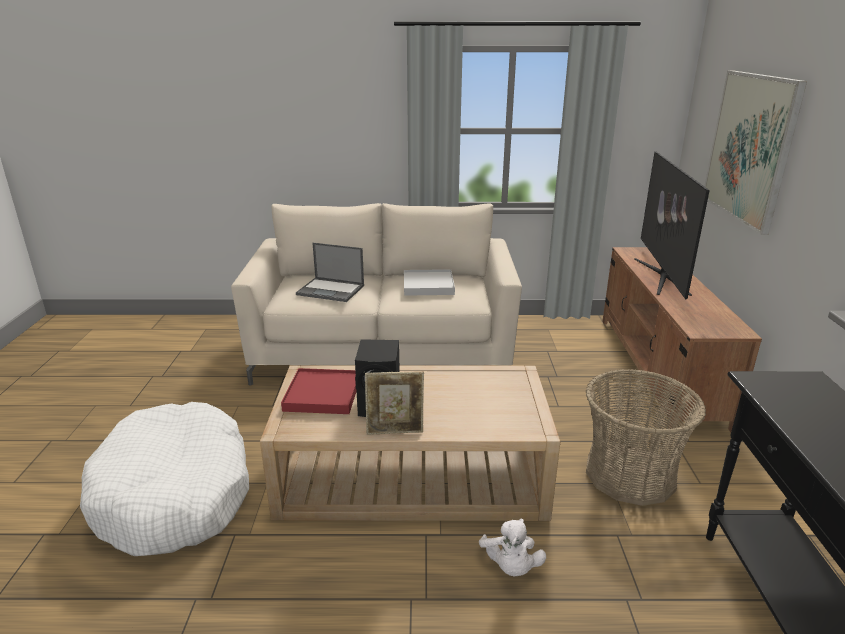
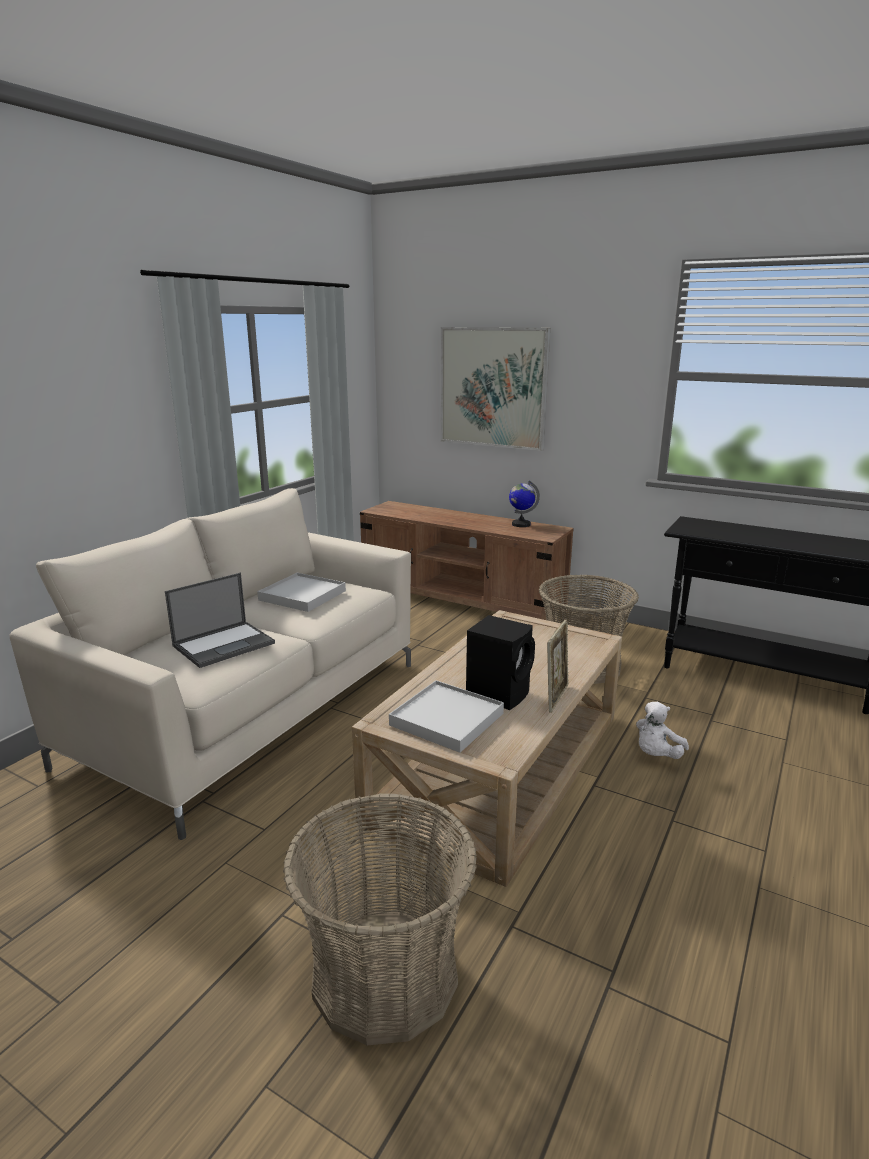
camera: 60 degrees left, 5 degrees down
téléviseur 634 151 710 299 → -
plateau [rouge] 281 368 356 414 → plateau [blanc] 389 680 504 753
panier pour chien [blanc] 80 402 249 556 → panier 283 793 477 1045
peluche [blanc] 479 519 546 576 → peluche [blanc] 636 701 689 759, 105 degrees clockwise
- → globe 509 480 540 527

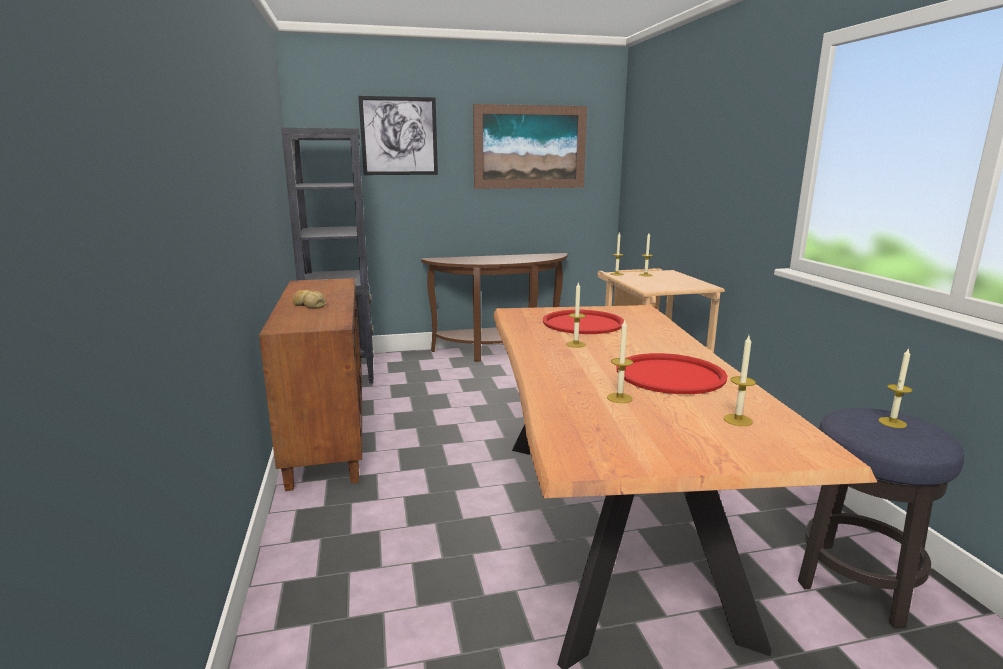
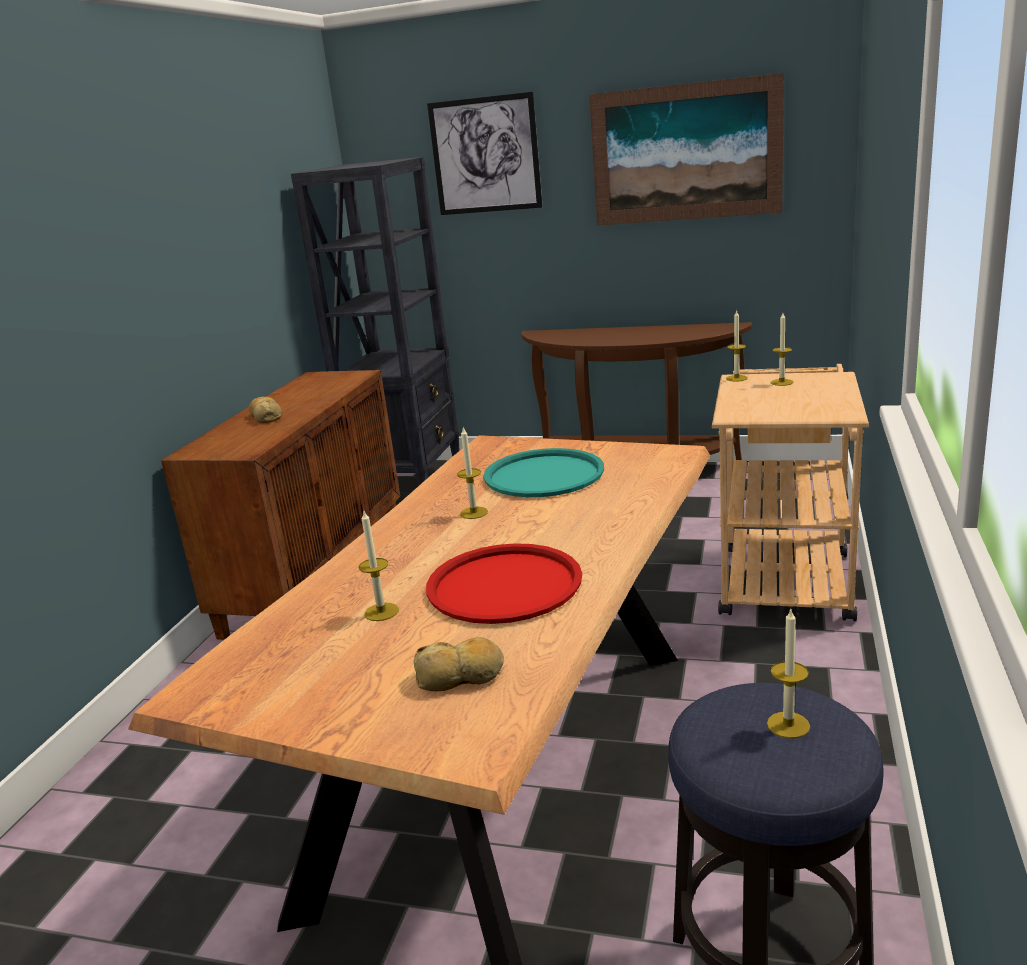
camera: 30 degrees right, 5 degrees up
plateau [rouge] 543 310 624 334 → plateau [turquoise] 483 448 604 497
bougie 724 336 756 426 → pain 414 637 504 691

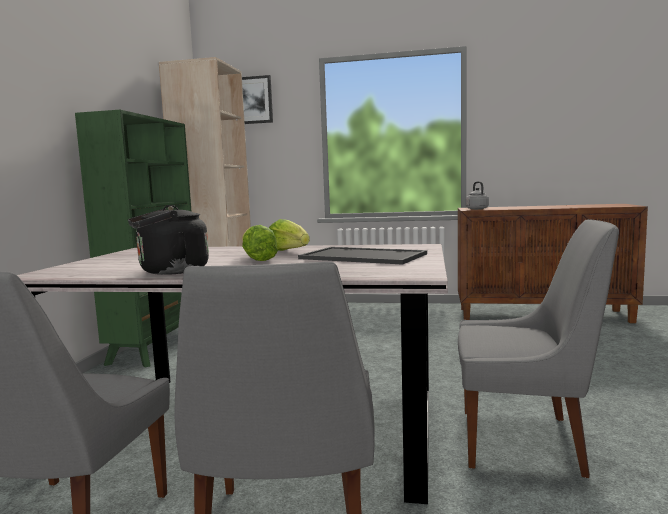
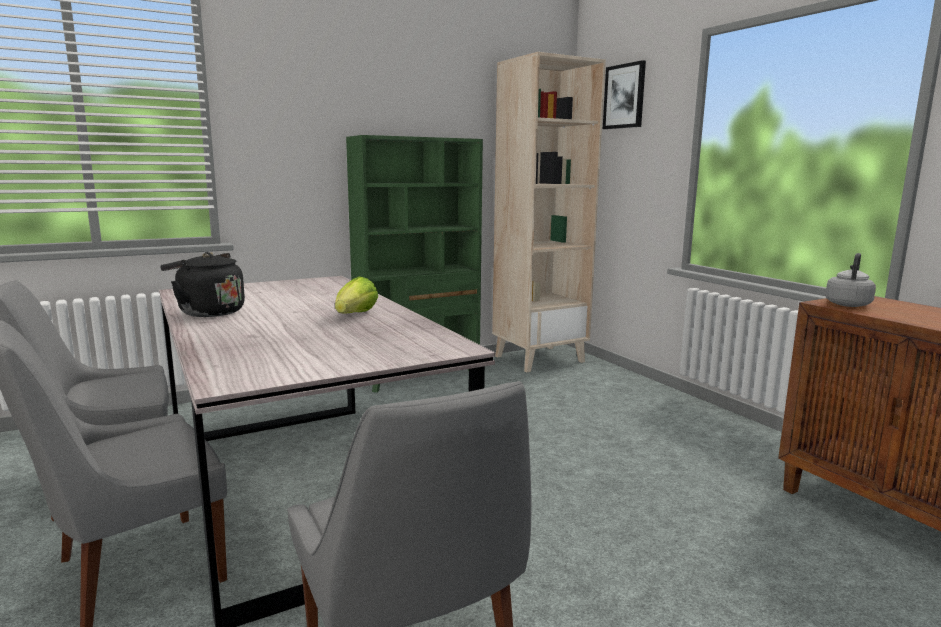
camera: 50 degrees right, 5 degrees up
laitue 242 225 278 261 → -
plateau 298 247 427 265 → -

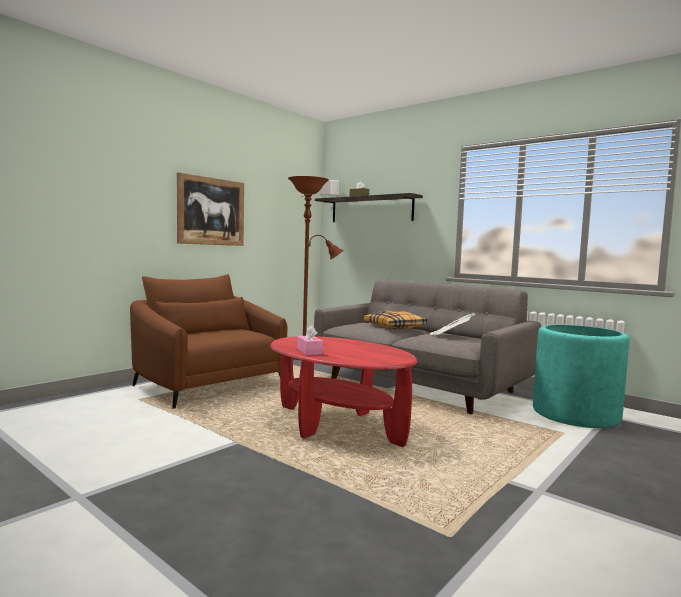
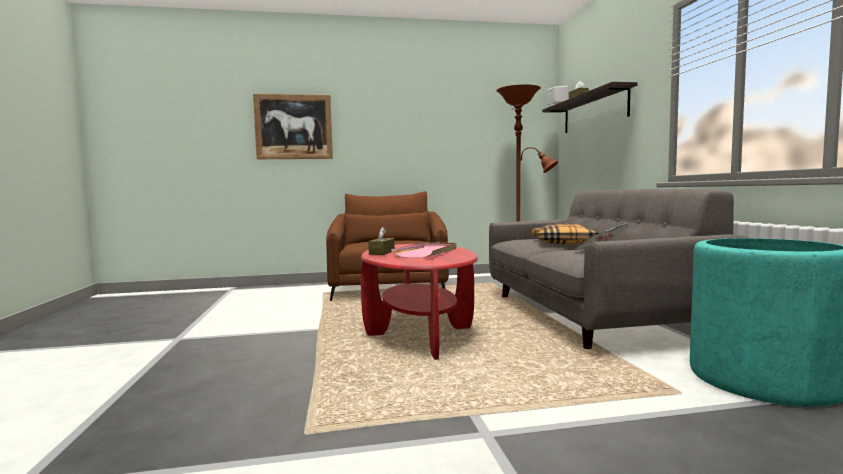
camera: 40 degrees right, 0 degrees up
tableau 177 172 244 246 → tableau 253 94 333 159, moved
boîte à mouchoirs [rose] 297 325 323 355 → boîte à mouchoirs [marron] 368 227 395 255
- → plateau [rose] 391 242 456 258

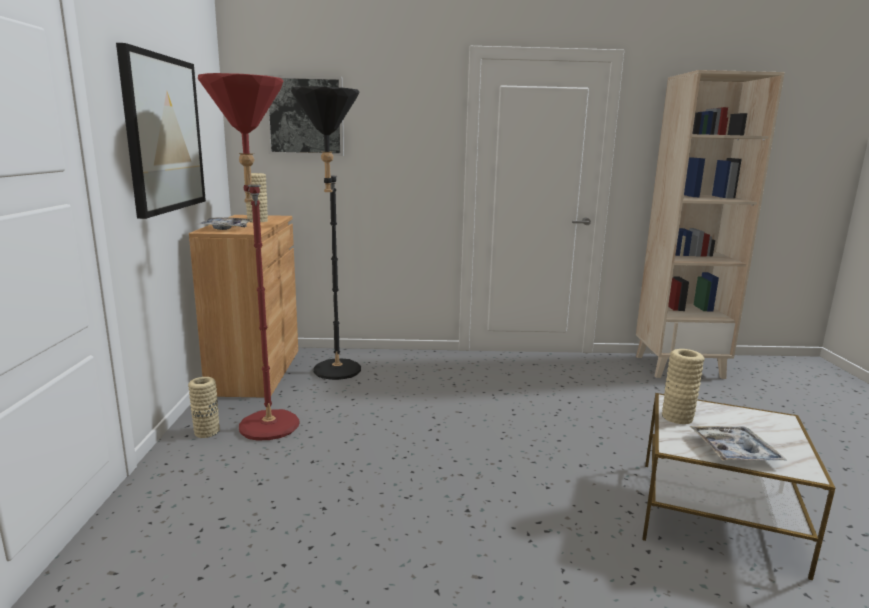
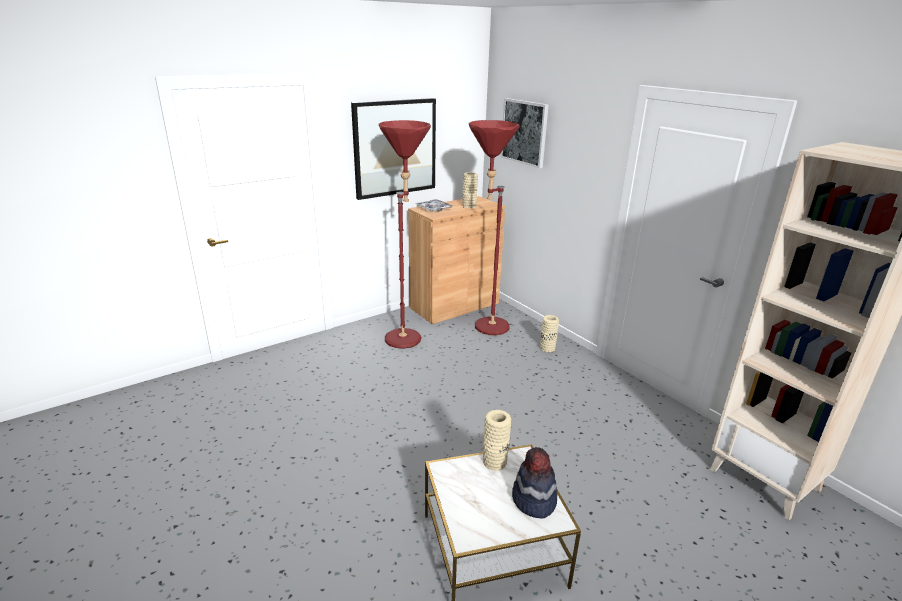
camera: 55 degrees right, 10 degrees up
lampadaire [noir] 291 86 361 380 → lampadaire [rouge] 469 120 520 335
vase [beige] 188 377 220 438 → vase [beige] 540 315 559 353, moved
plateau 690 426 787 461 → -
- → chapeau 512 447 557 519

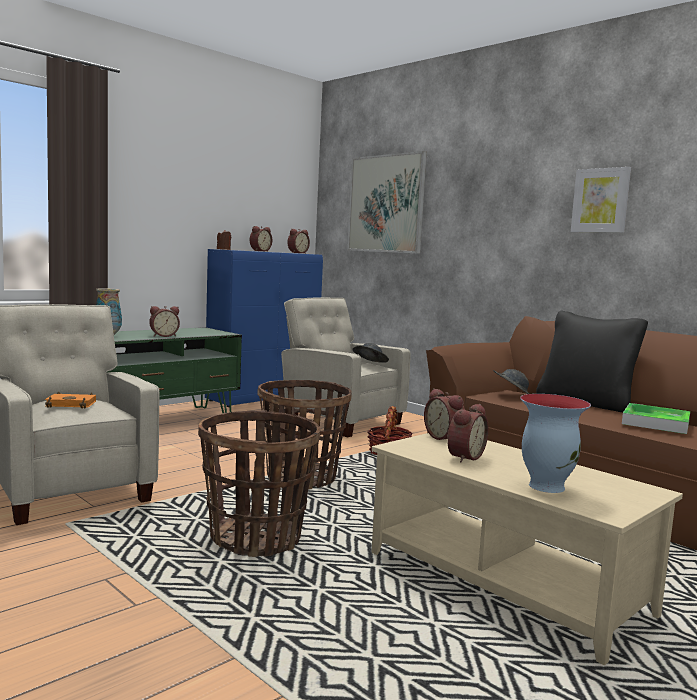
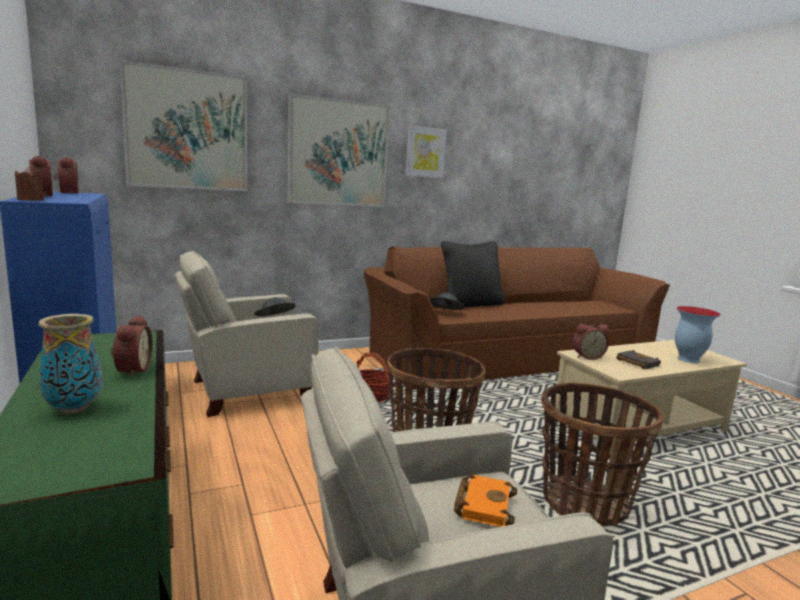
camera: 70 degrees left, 5 degrees up
plateau 622 403 690 434 → -
réveil 447 404 489 462 → livre [noir] 616 350 661 369
- → tableau 287 93 390 207

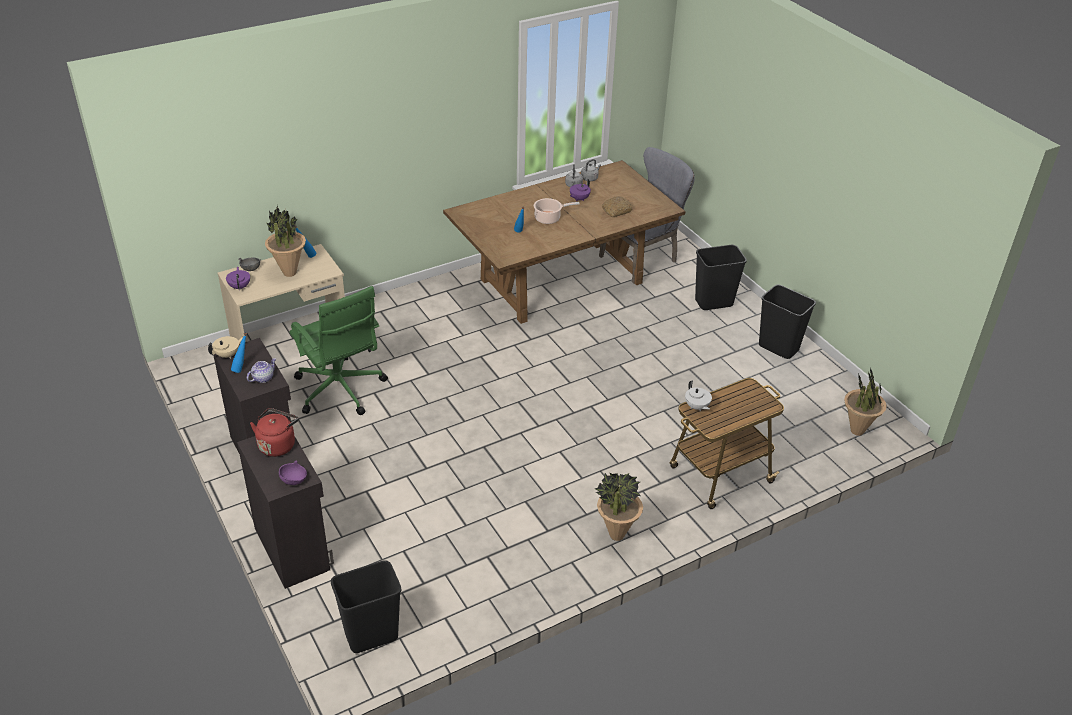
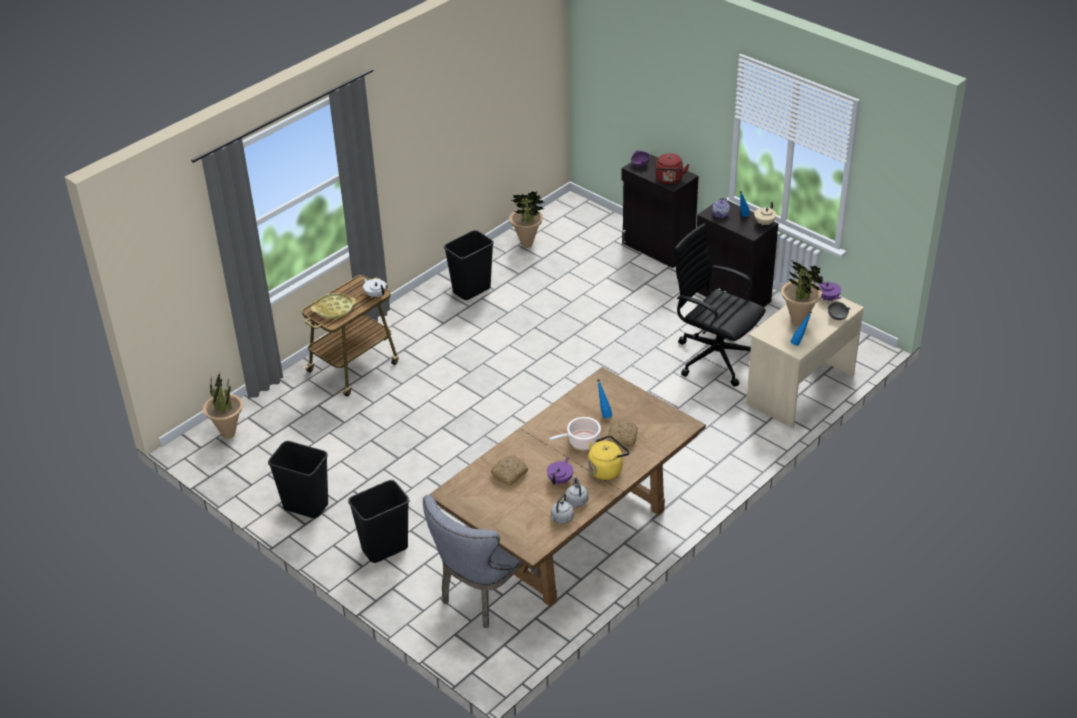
camera: 165 degrees right, 0 degrees up
chaise de bureau [vert] 289 286 388 415 → chaise de bureau [noir] 673 223 766 387
plante en pot 594 472 643 541 → plante en pot 509 191 545 247, moved
poubelle [noir] 331 560 401 653 → poubelle [noir] 444 230 494 300, moved
- → plateau [jaune] 311 293 356 319
- → pain 608 420 637 447
- → bouilloire [jaune] 588 435 630 480

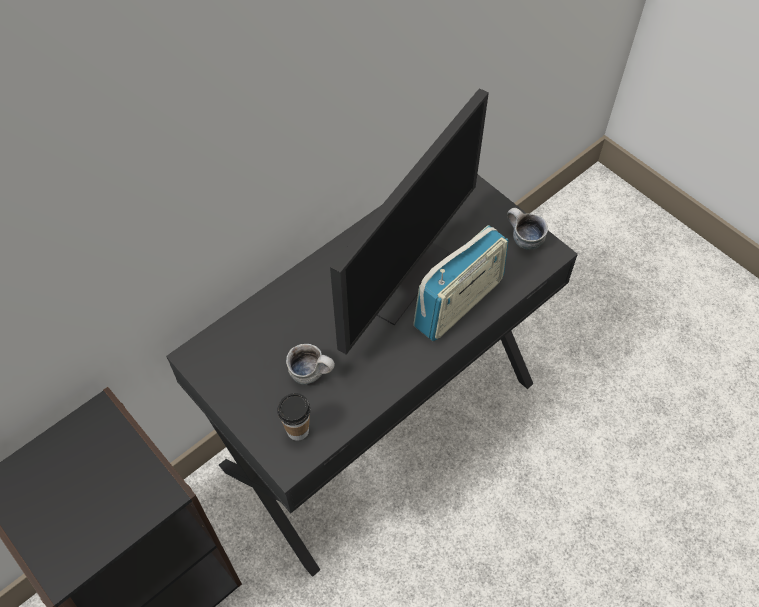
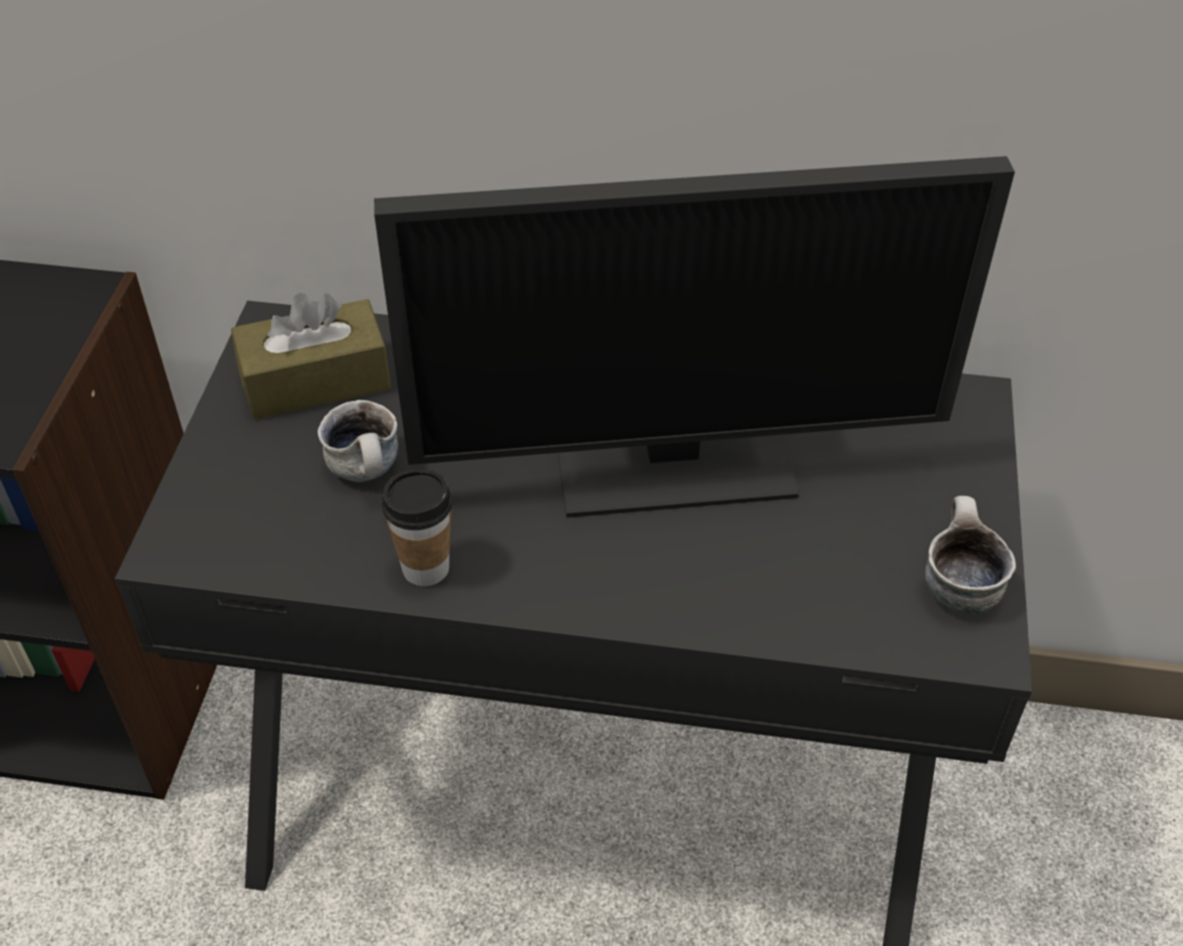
camera: 50 degrees right, 10 degrees down
radio 413 225 508 341 → -
tasse 277 393 310 441 → tasse 382 469 452 586, moved
- → boîte à mouchoirs [marron] 231 293 391 420

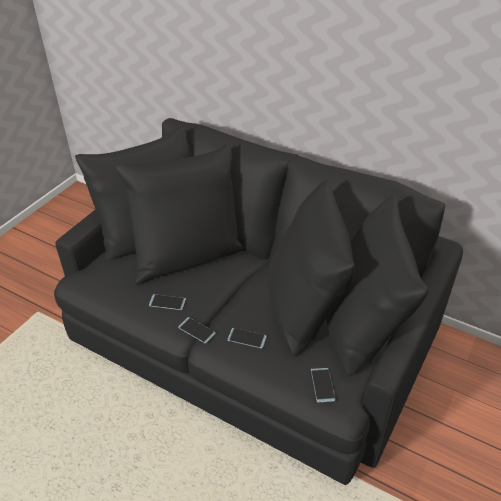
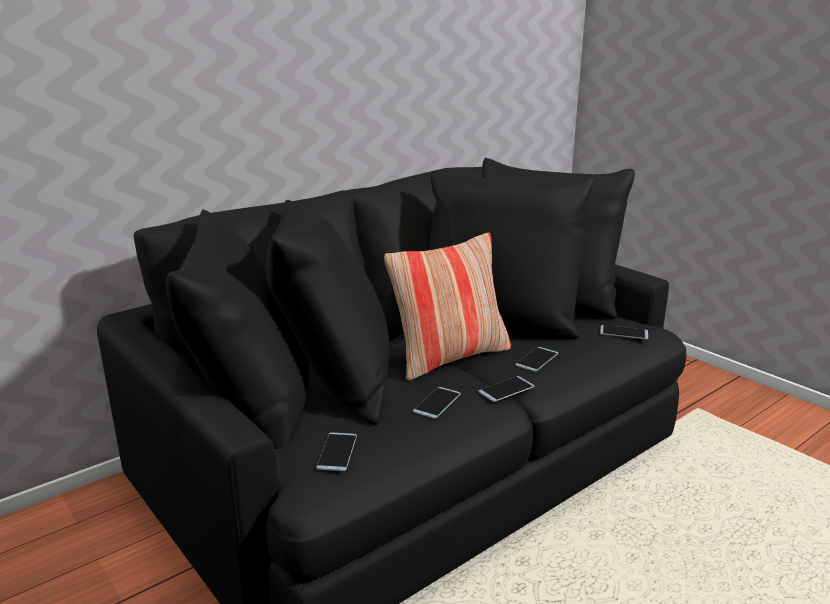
camera: 70 degrees left, 20 degrees down
- → coussin 384 233 511 381
- → téléphone 316 432 357 471

